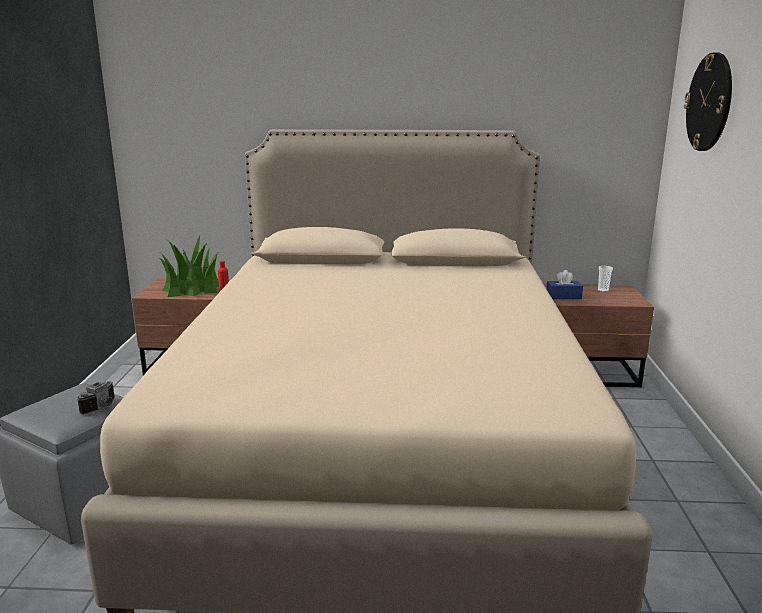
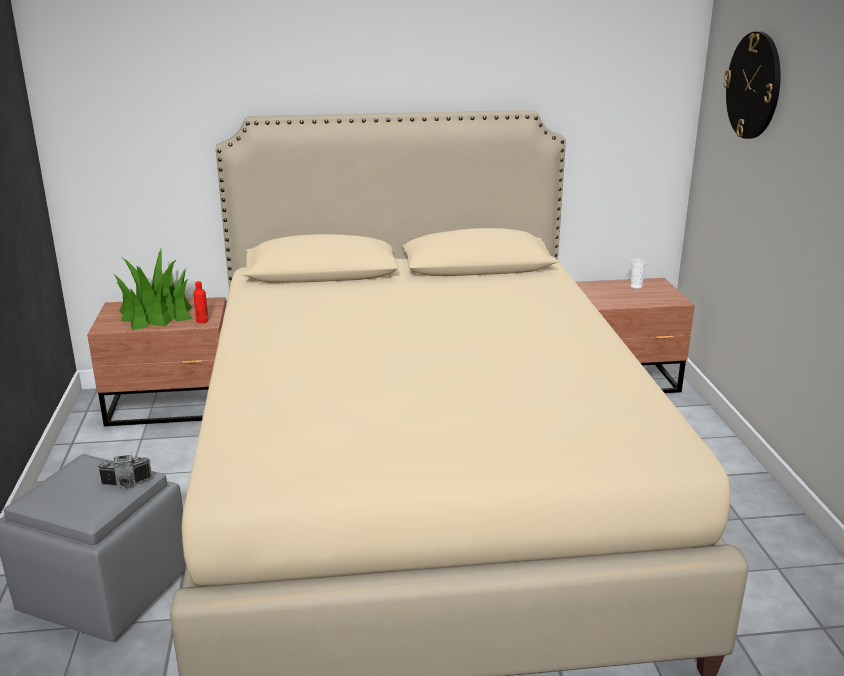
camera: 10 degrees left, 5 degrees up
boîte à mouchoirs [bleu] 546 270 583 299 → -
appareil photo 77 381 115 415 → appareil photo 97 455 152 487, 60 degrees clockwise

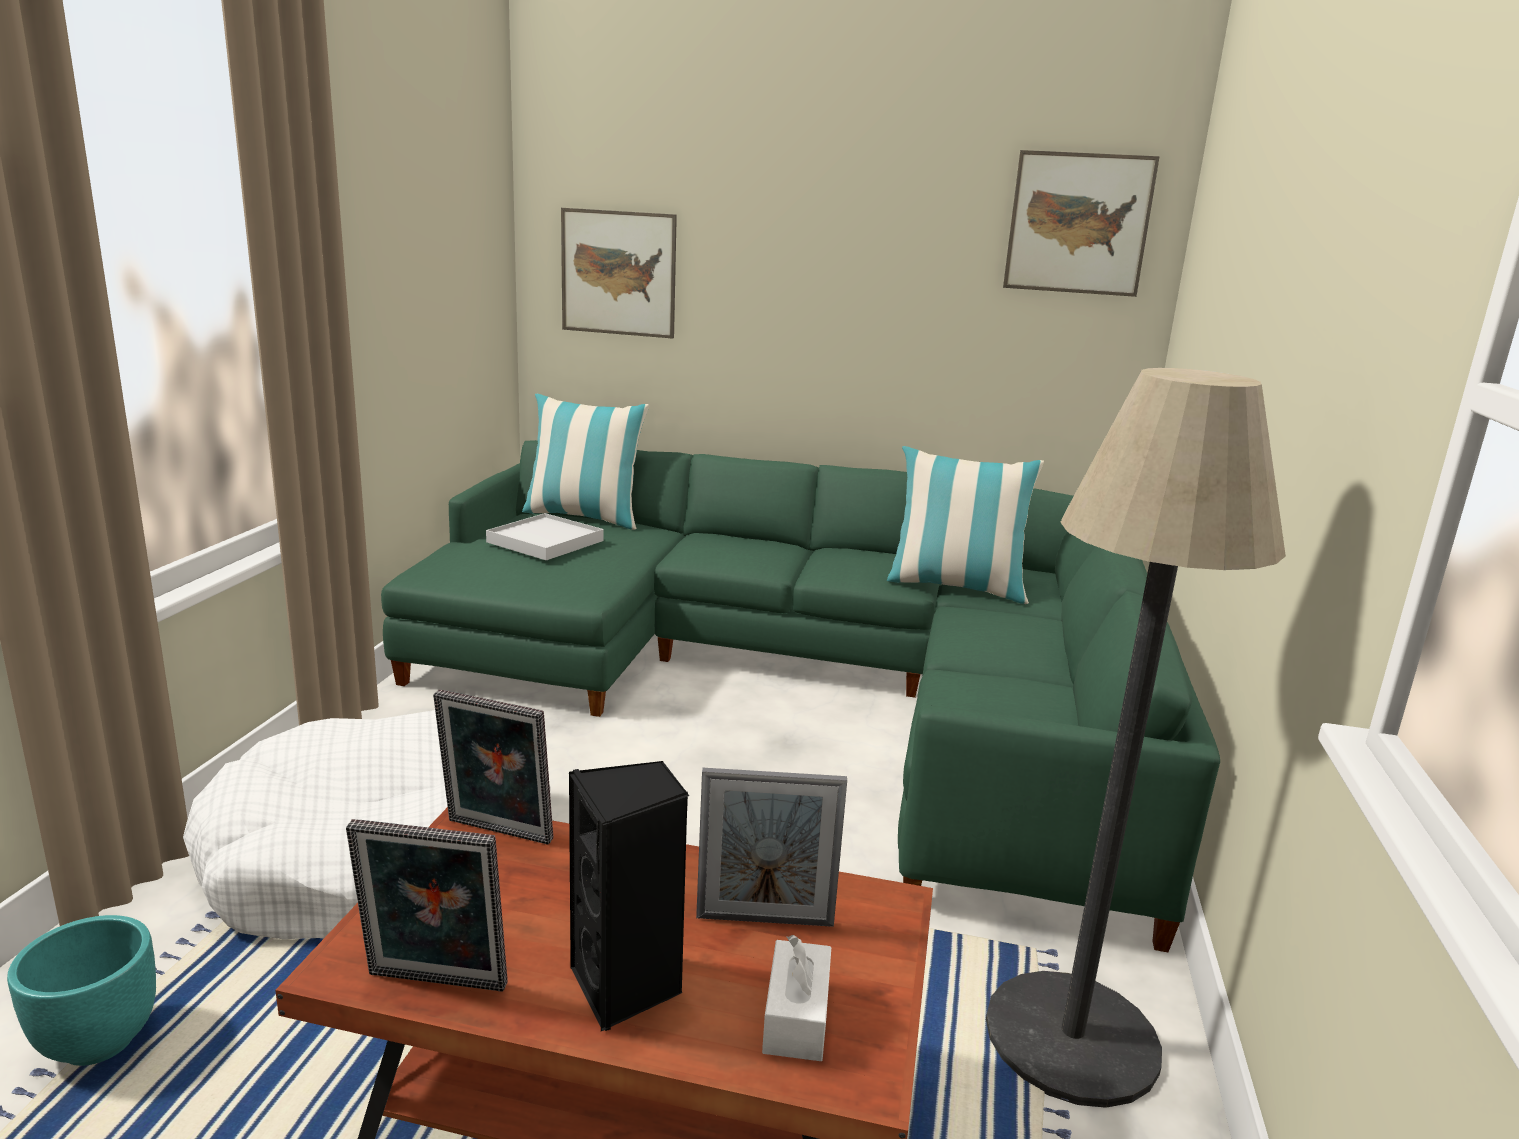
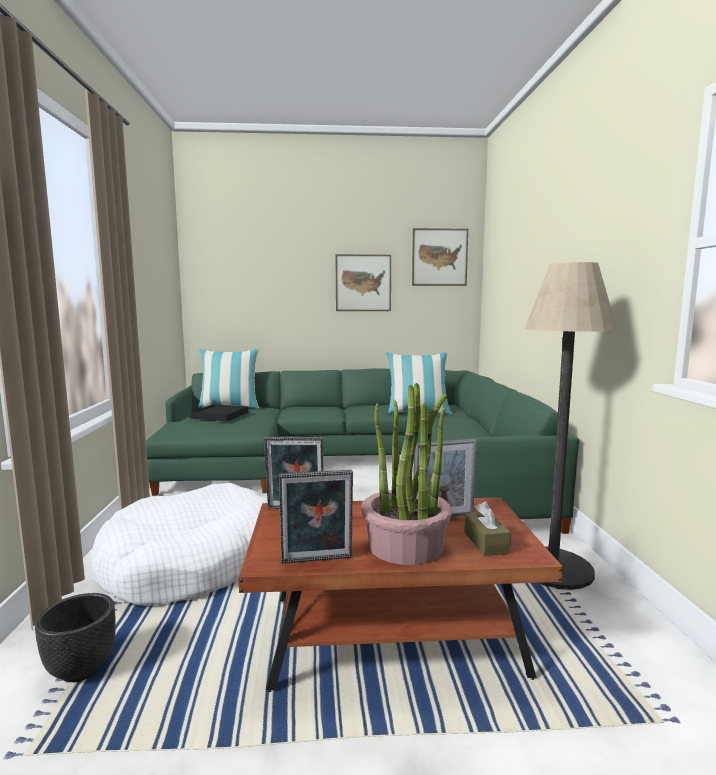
camera: 15 degrees left, 10 degrees down
tableau 561 208 677 339 → tableau 335 254 391 311, moved
plateau [blanc] 486 513 604 560 → plateau [noir] 190 404 249 421
enceinte [noir] 569 761 689 1031 → plante en pot 361 383 452 565
cache-pot [turquoise] 7 915 156 1066 → cache-pot [noir] 35 593 116 682
boîte à mouchoirs [blanc] 762 935 831 1061 → boîte à mouchoirs [marron] 464 502 511 556

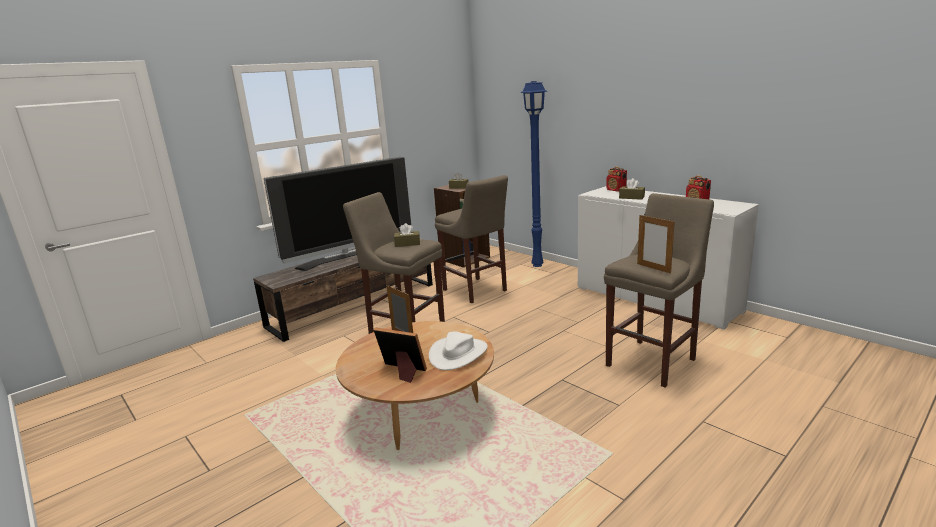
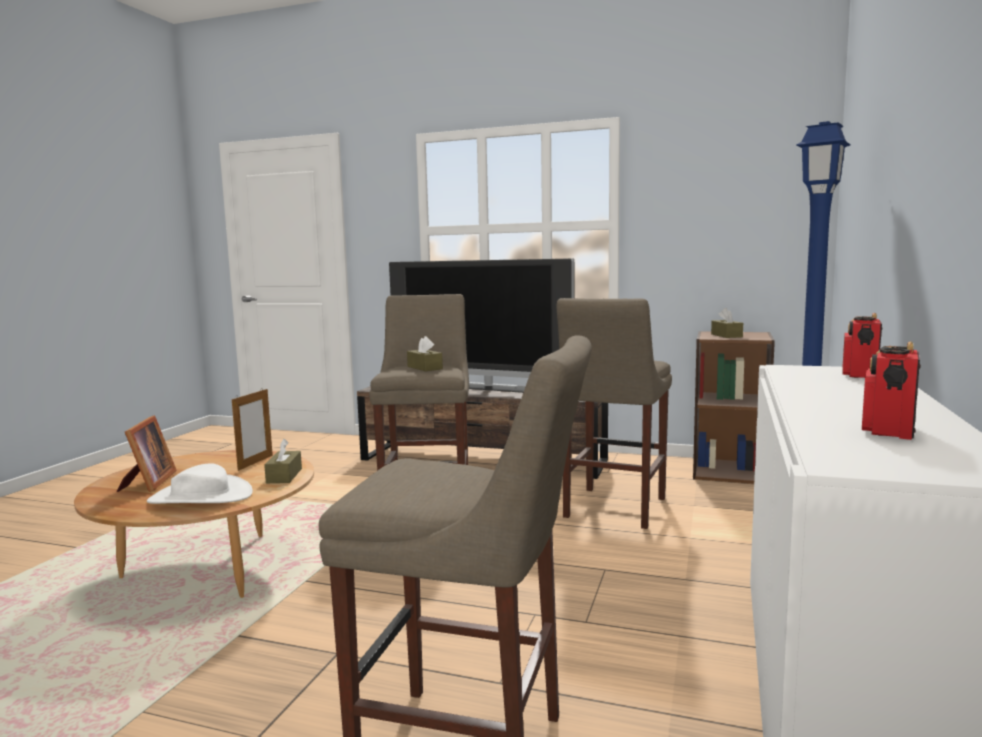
camera: 60 degrees right, 10 degrees down
boîte à mouchoirs [marron] 619 178 645 200 → boîte à mouchoirs [marron] 264 439 302 483, moved
cadre photo 637 214 674 274 → -

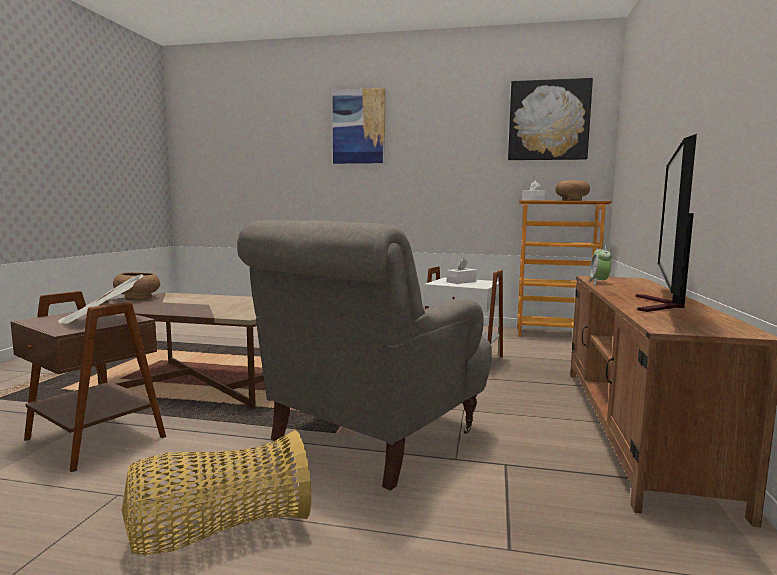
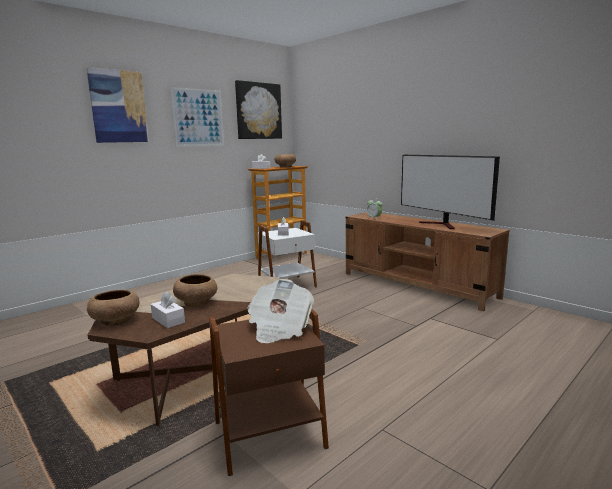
camera: 55 degrees left, 5 degrees up
fauteuil [gris] 237 220 492 491 → -
panier 122 430 311 555 → -
- → tableau 170 87 224 146
- → bol [marron] 173 274 217 307
- → boîte à mouchoirs [blanc] 151 291 185 328

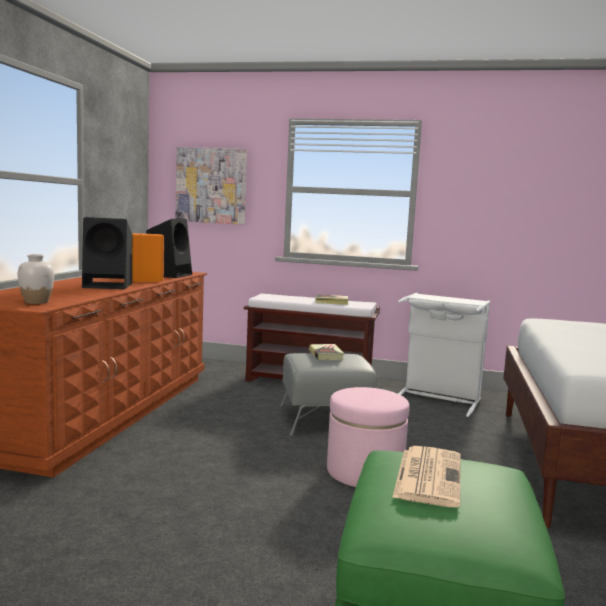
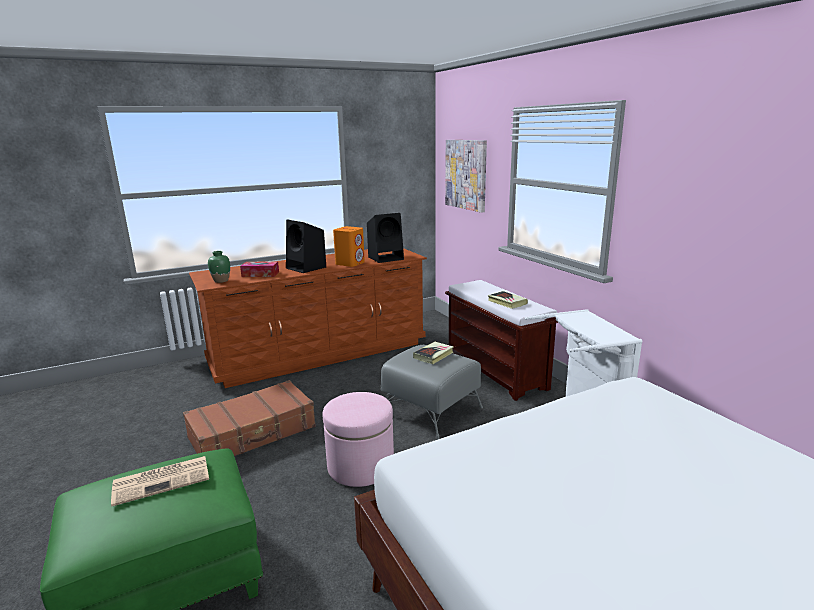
camera: 50 degrees right, 10 degrees up
vase [blanc] 18 254 54 304 → vase [vert] 208 251 230 283
- → boîte à mouchoirs 240 261 279 277
- → valise [marron] 183 380 316 456

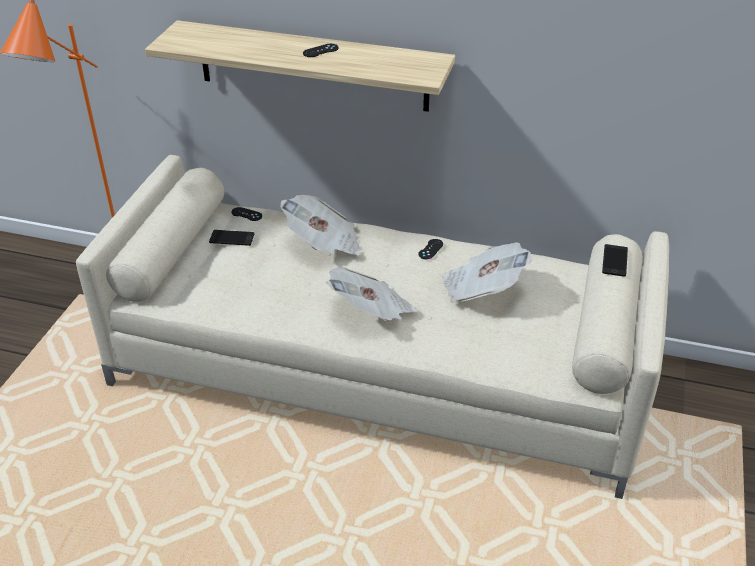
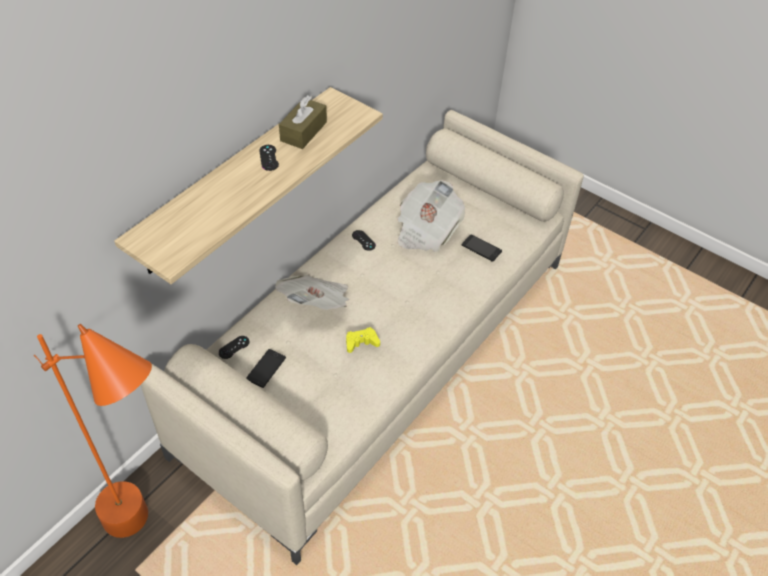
camera: 70 degrees left, 10 degrees up
téléphone 602 244 628 277 → téléphone 462 234 502 262, moved
journal 326 267 417 321 → -
- → boîte à mouchoirs [marron] 279 95 327 149
- → manette [jaune] 346 327 380 353

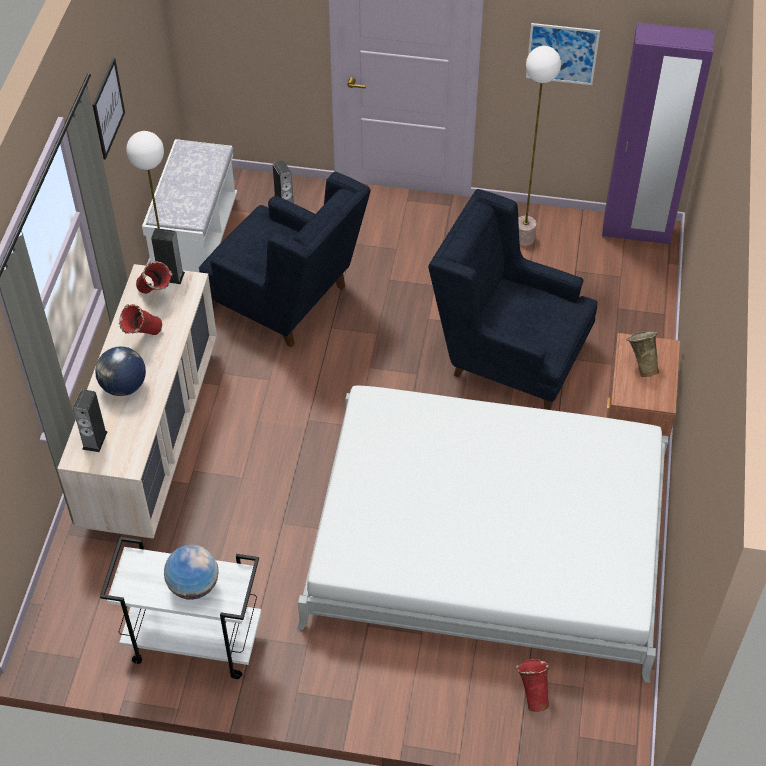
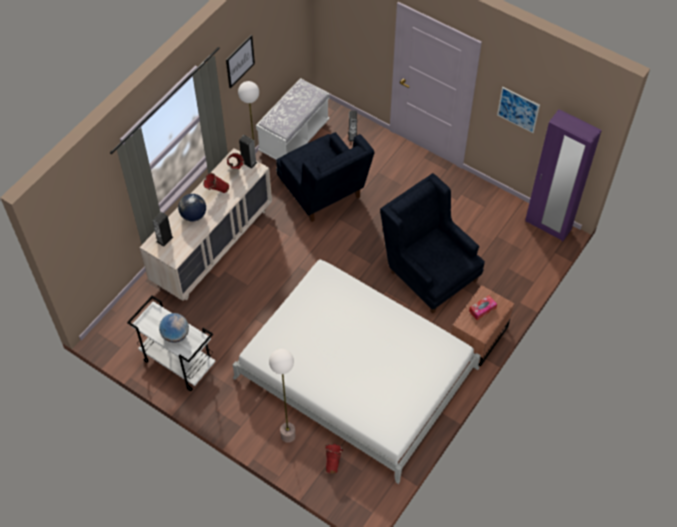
camera: 25 degrees right, 5 degrees up
lampadaire 518 46 561 246 → lampadaire 269 349 296 443, moved
vase [beige] 626 331 659 377 → boîte à mouchoirs 469 295 497 320

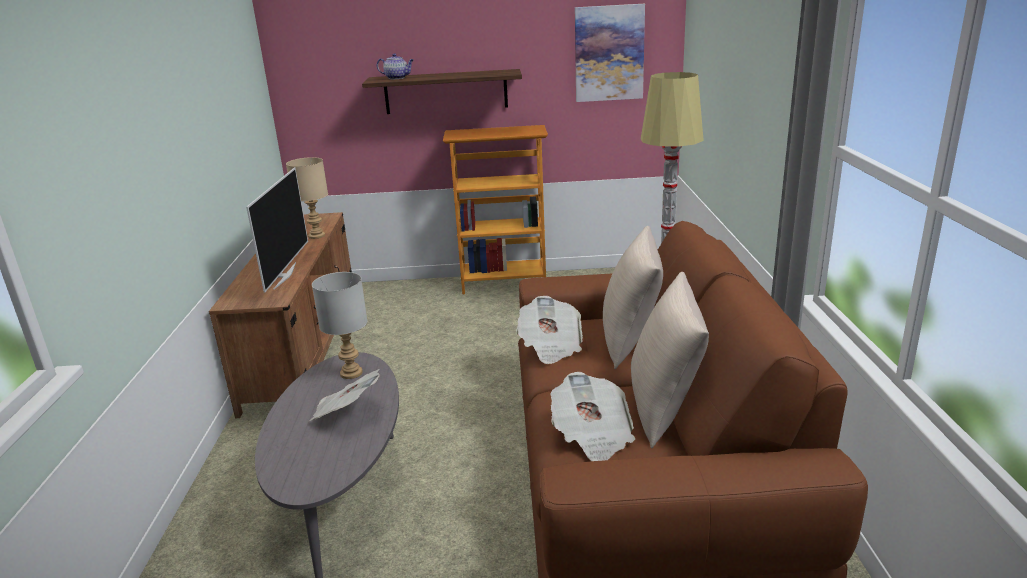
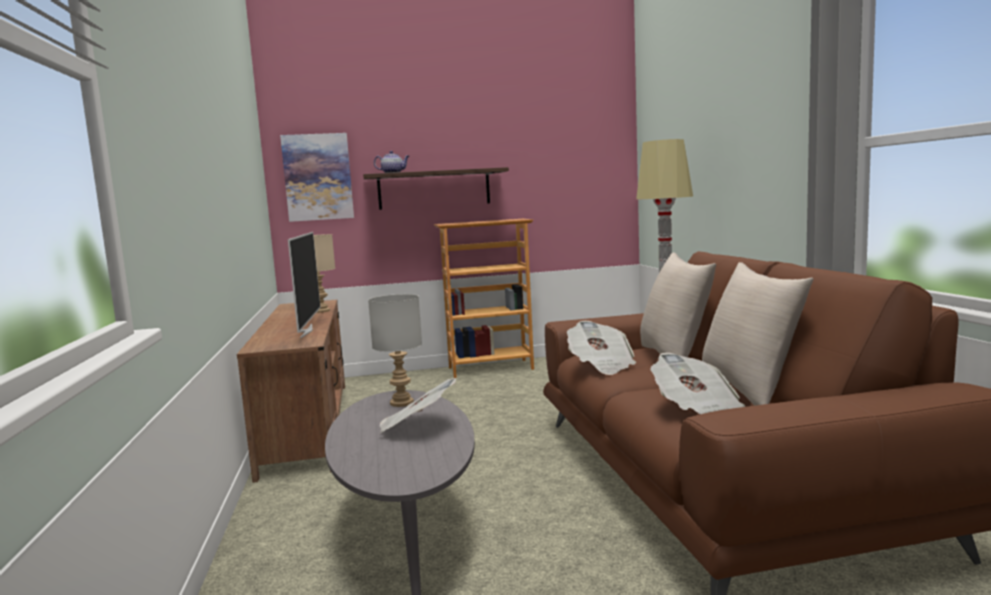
camera: 10 degrees left, 15 degrees down
tableau 575 4 645 102 → tableau 280 133 354 222, moved

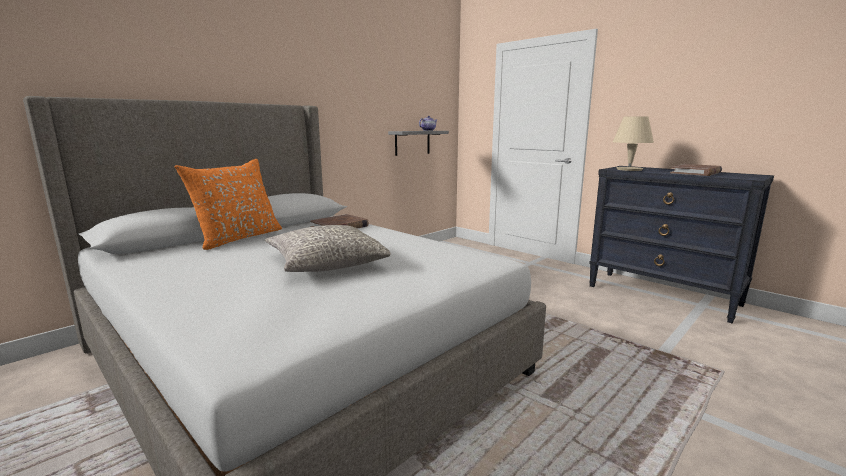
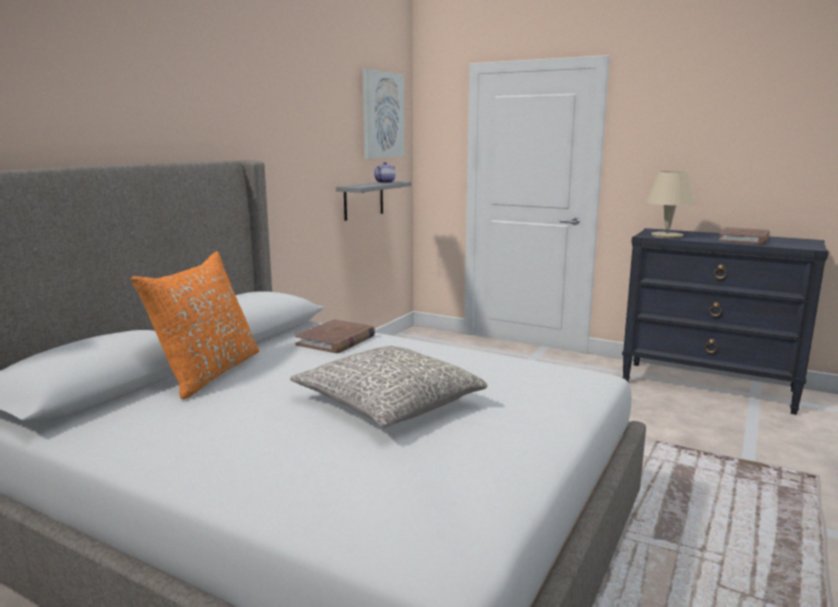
camera: 15 degrees left, 0 degrees up
- → tableau 362 69 404 159

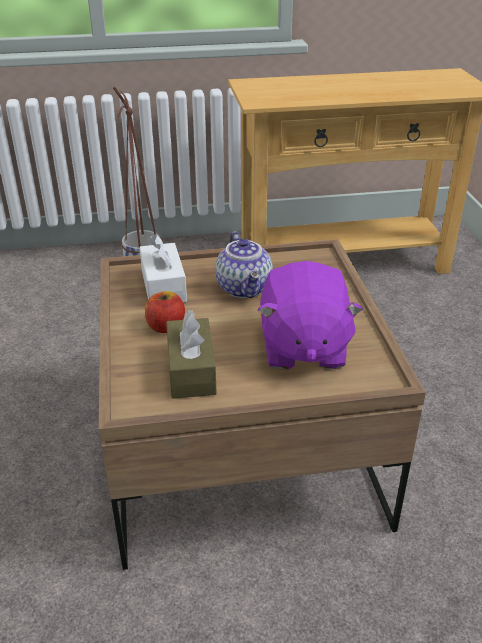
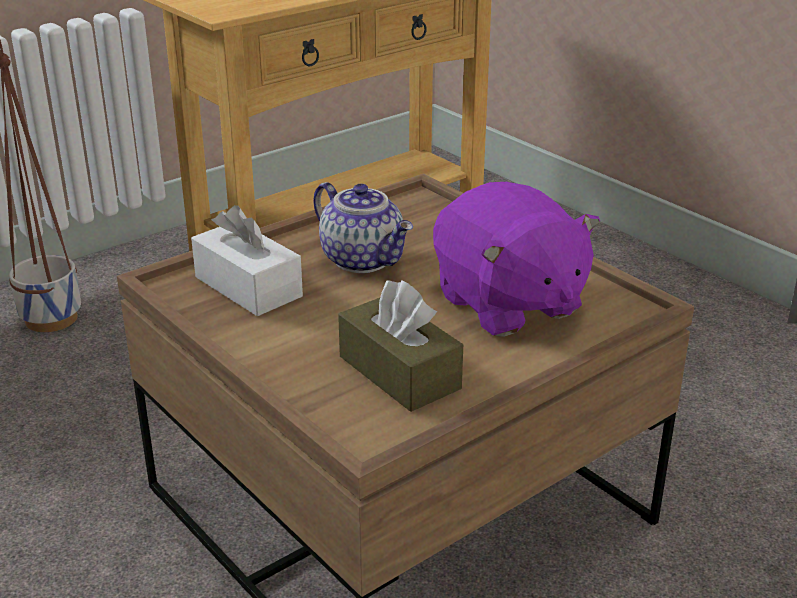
camera: 30 degrees left, 5 degrees down
pomme 145 291 185 333 → -

